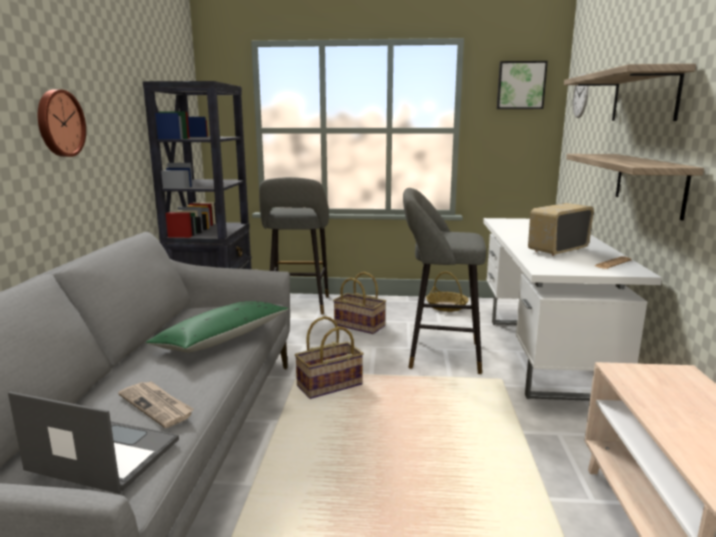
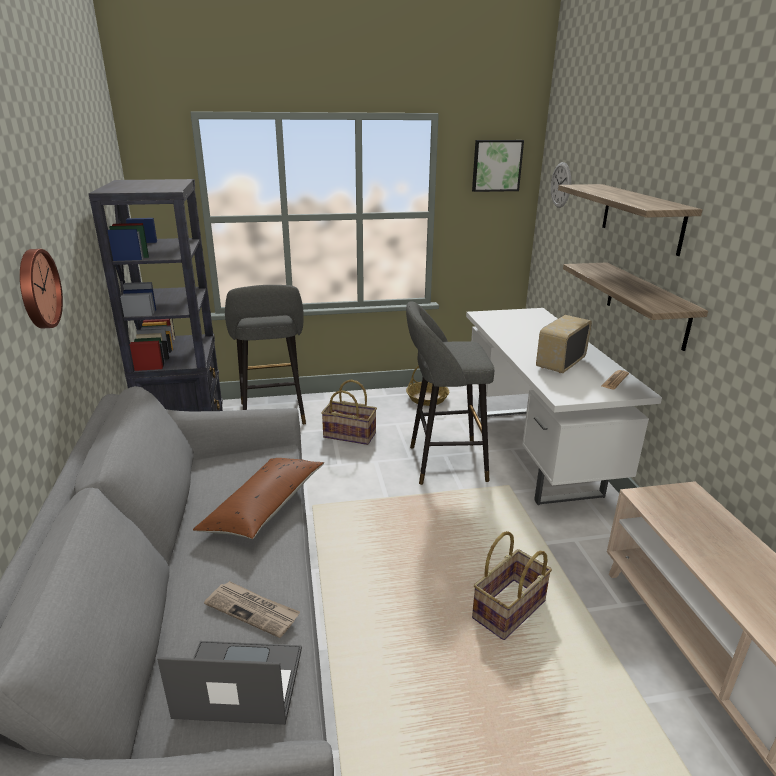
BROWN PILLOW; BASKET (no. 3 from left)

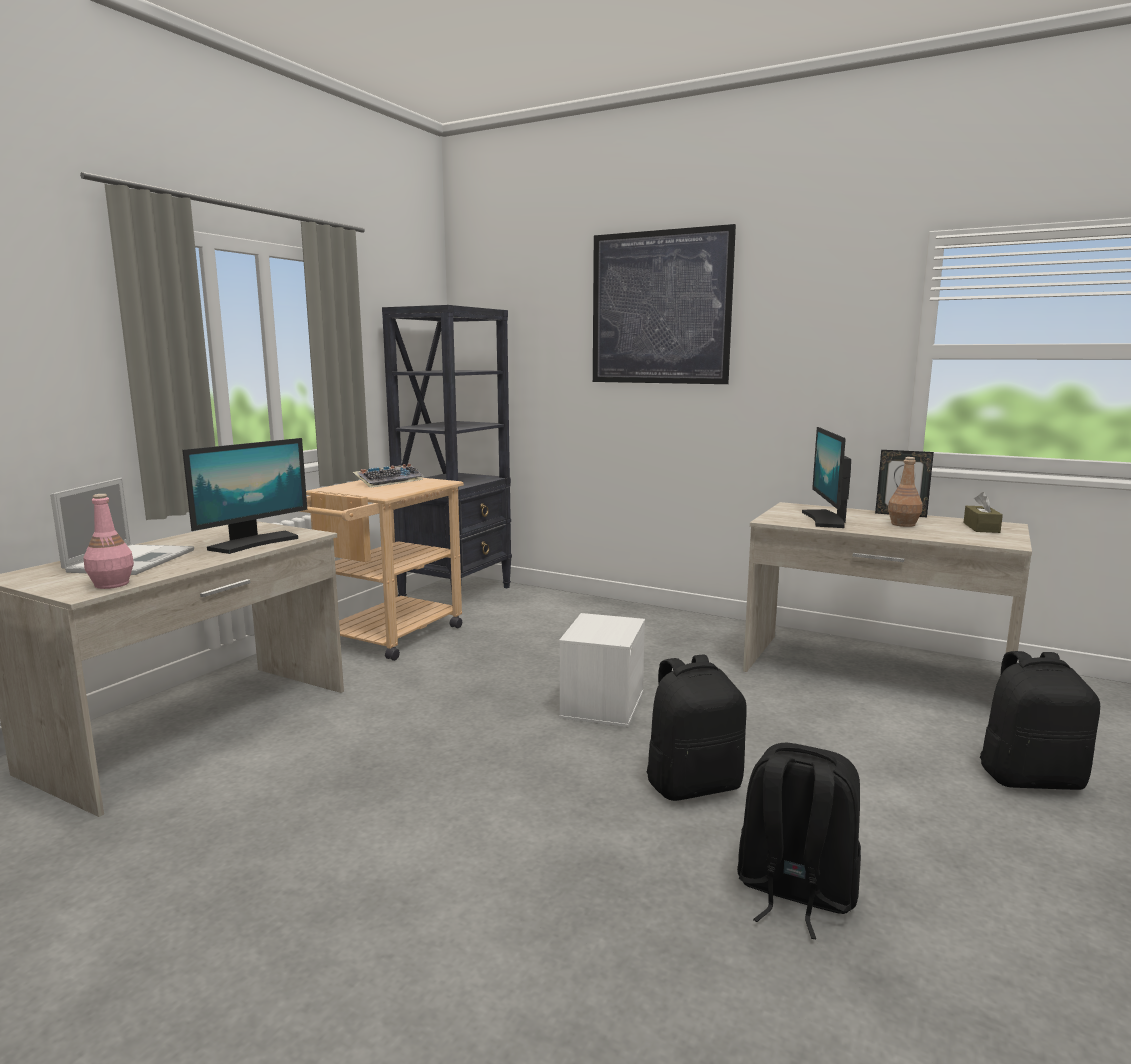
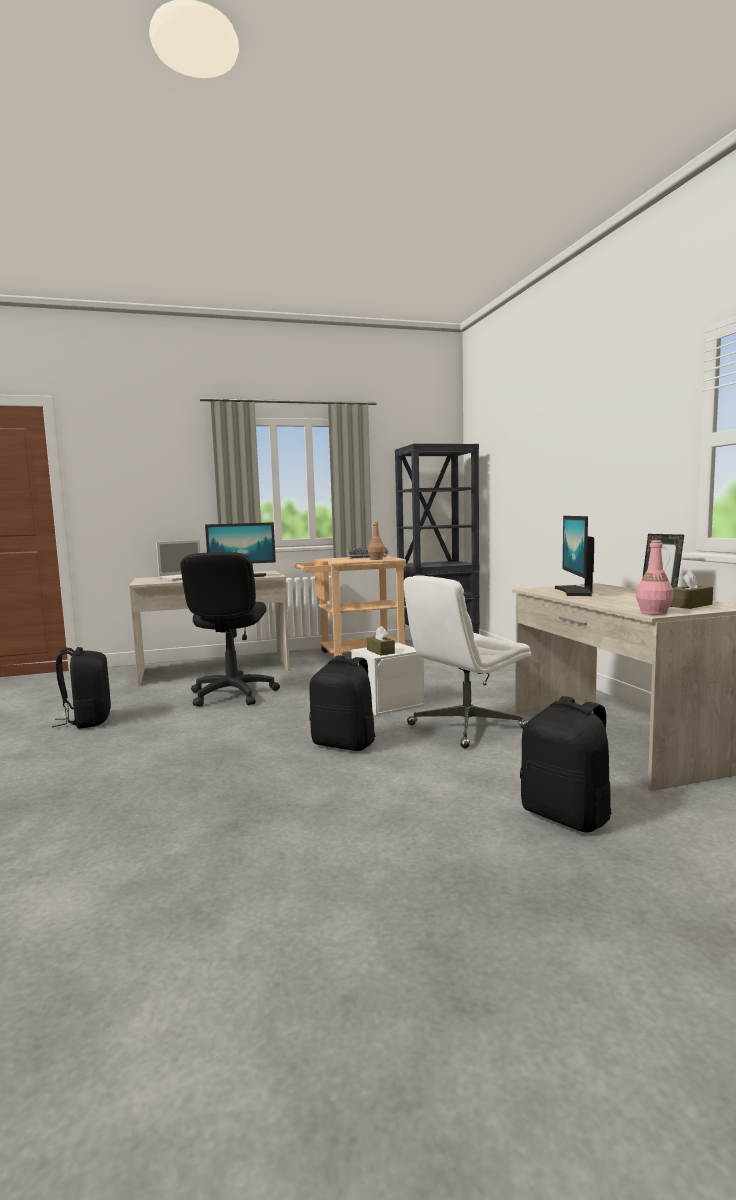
PINK BOTTLE; PICTURE; BLACK BACKPACK (no. 1 from left); MONITOR (no. 2 from left); BROWN BOTTLE; BLACK OFFICE CHAIR; BROWN TISSUE BOX (no. 1 from left); WHITE OFFICE CHAIR

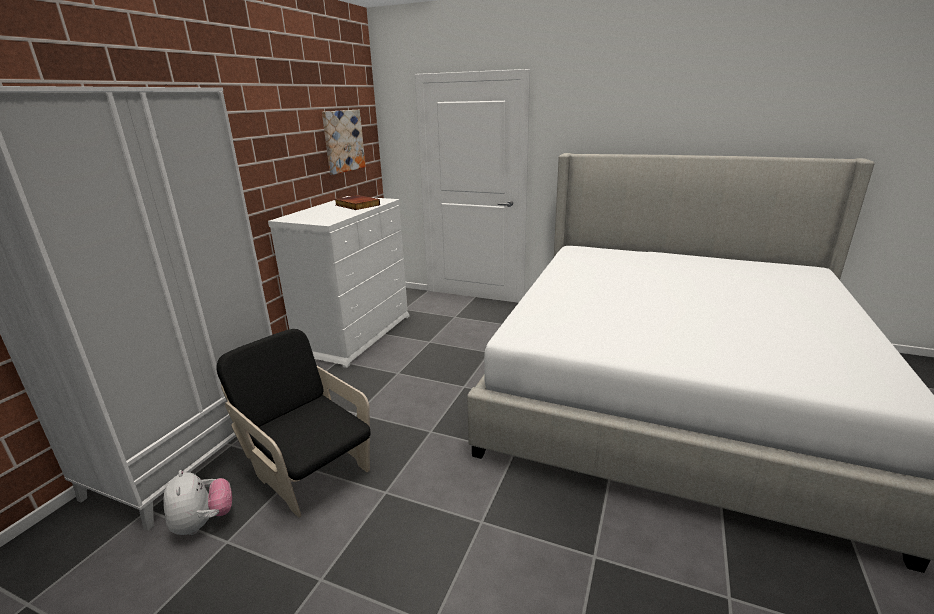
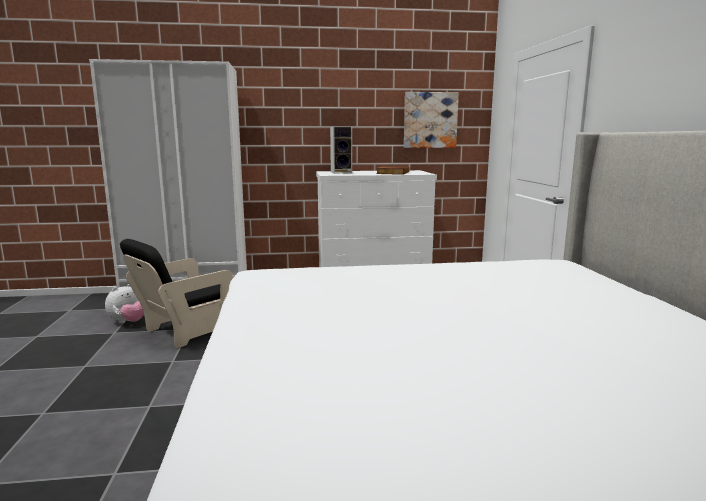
BLACK ARMCHAIR; SPEAKER

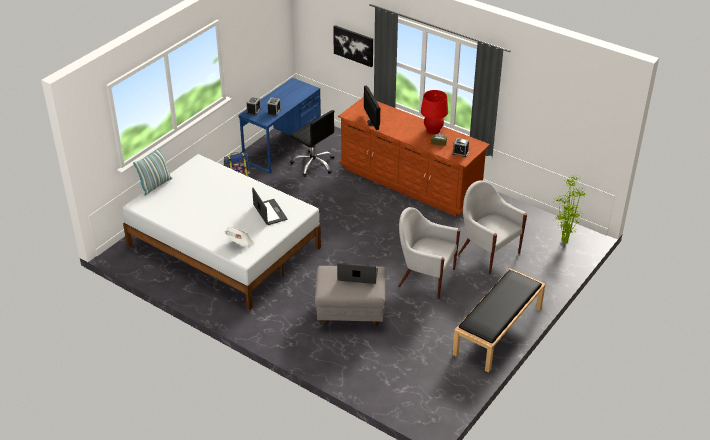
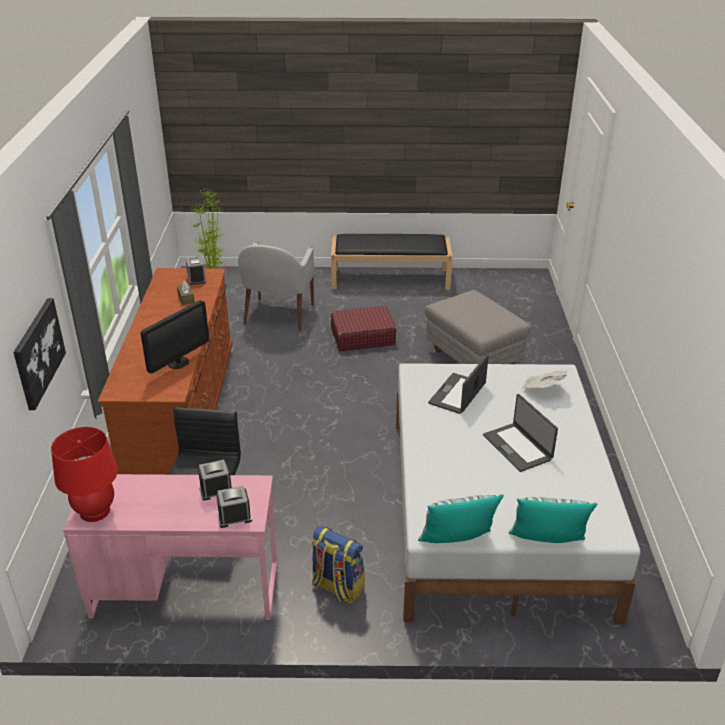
PINK DESK; LAPTOP (no. 2 from left); RED SUITCASE; RED TABLE LAMP; PILLOW (no. 1 from left)

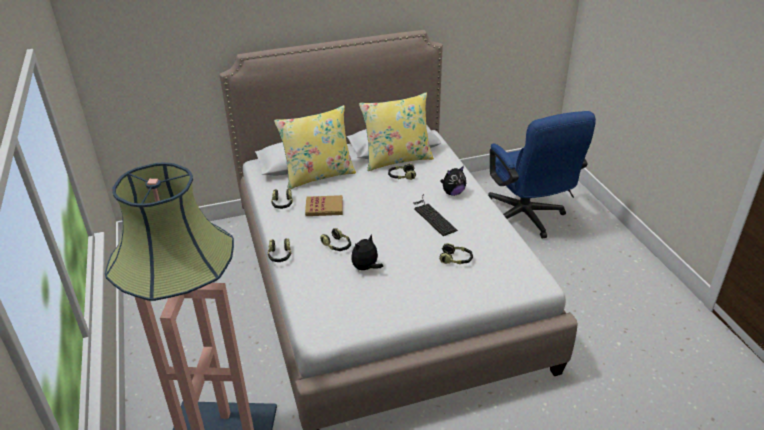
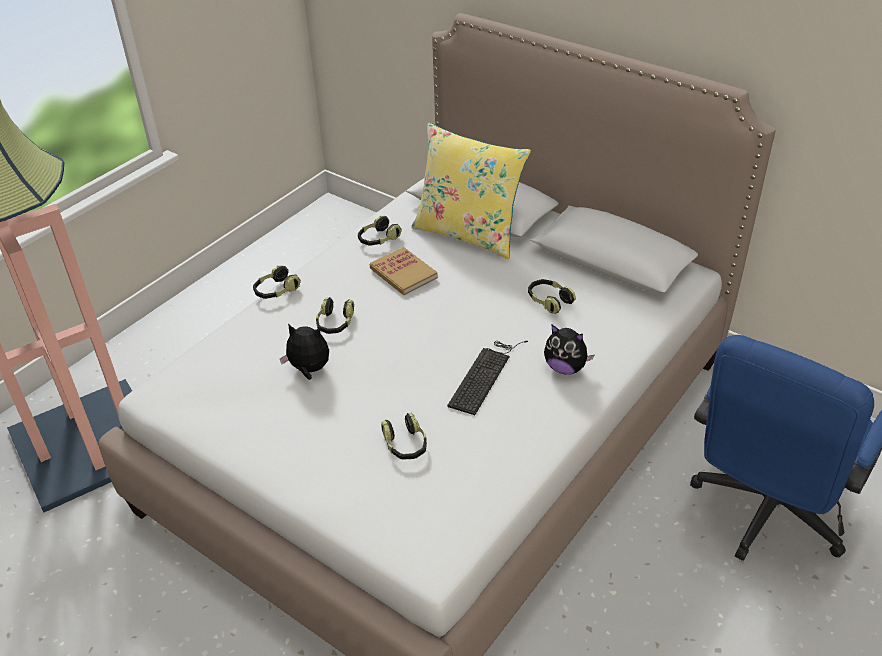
YELLOW PILLOW (no. 2 from left in the first image)

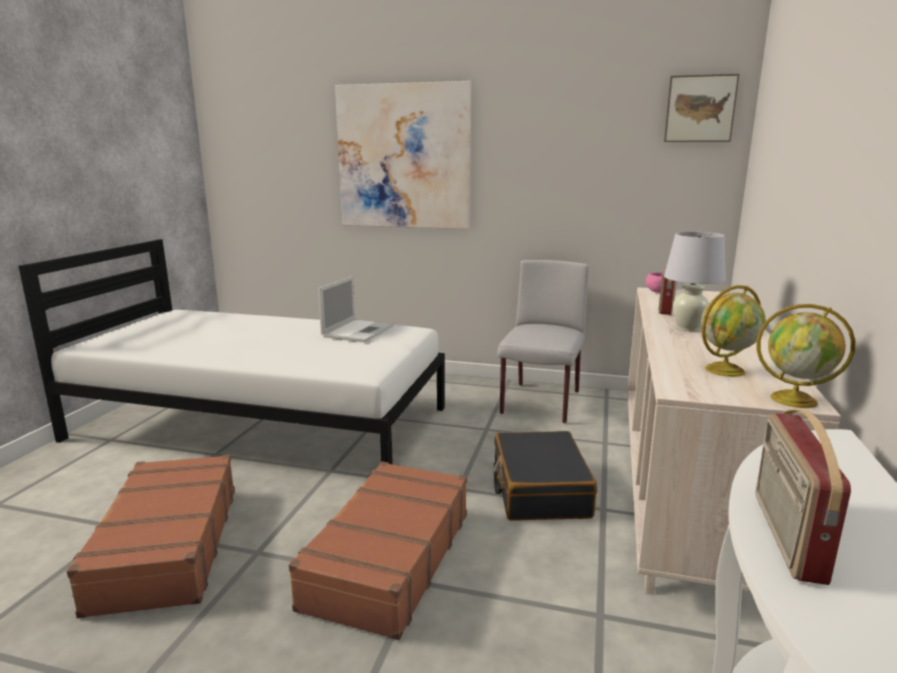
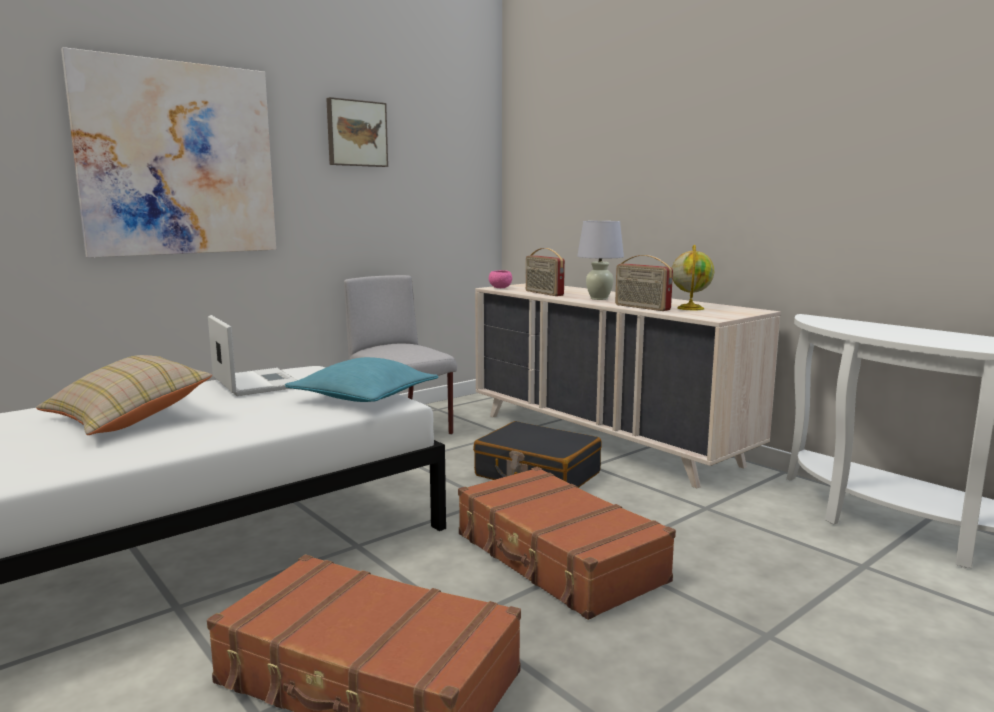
PICTURE (no. 2 from left); RADIO (no. 2 from left); GLOBE (no. 2 from left in the first image); BEIGE PILLOW; TURQUOISE PILLOW

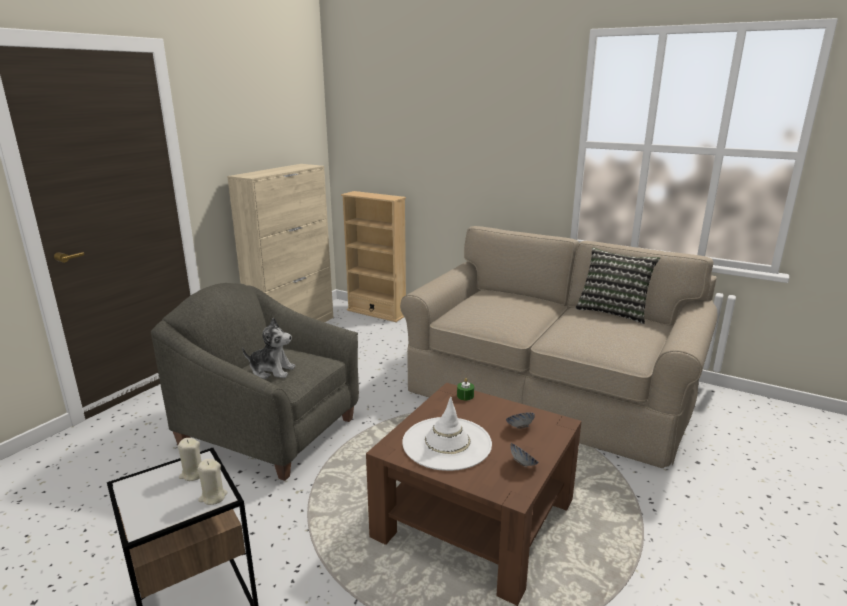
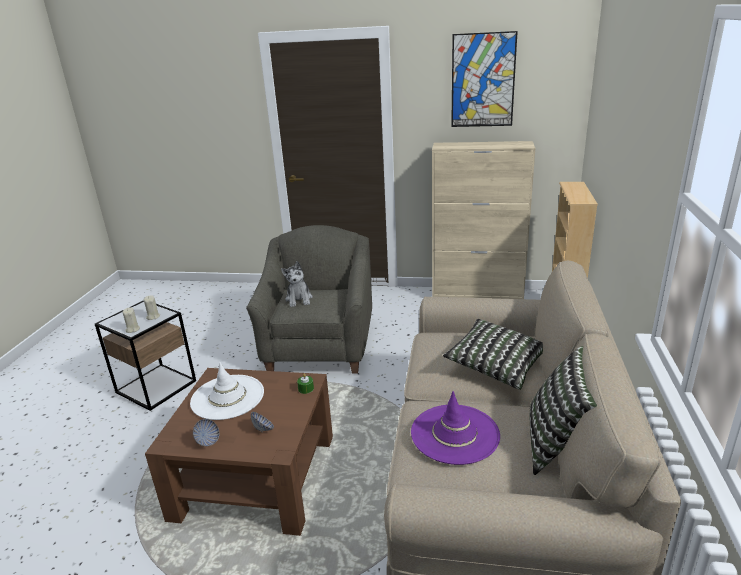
PURPLE HAT; PILLOW (no. 1 from left); PICTURE

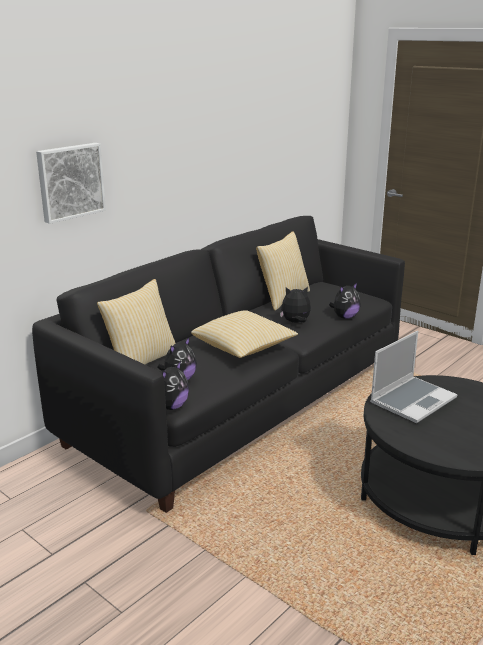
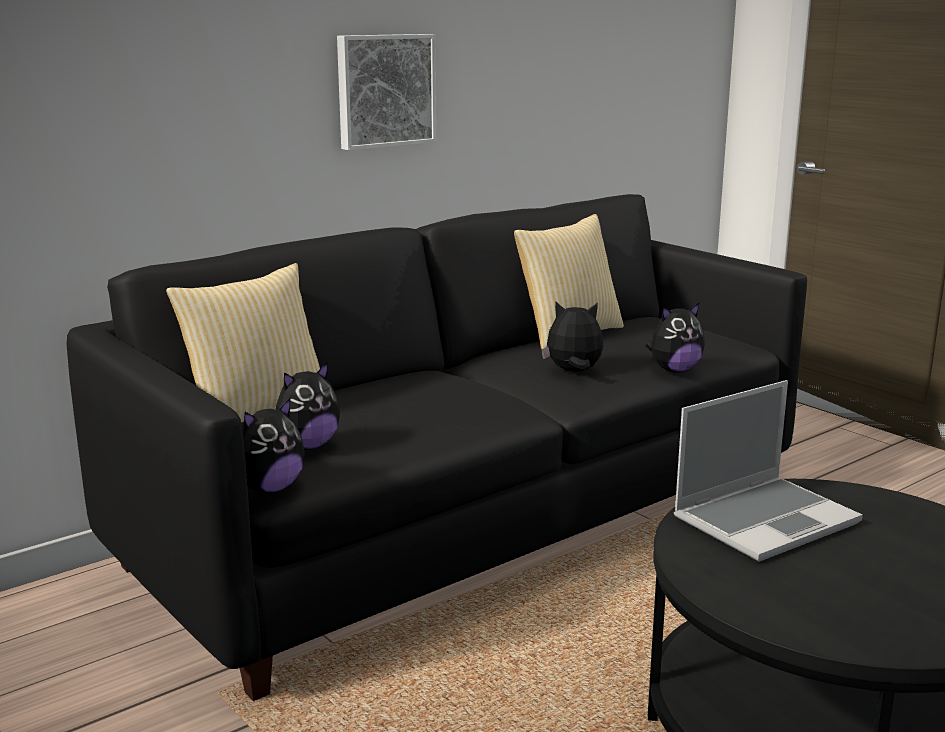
PICTURE; PILLOW (no. 2 from left in the first image)

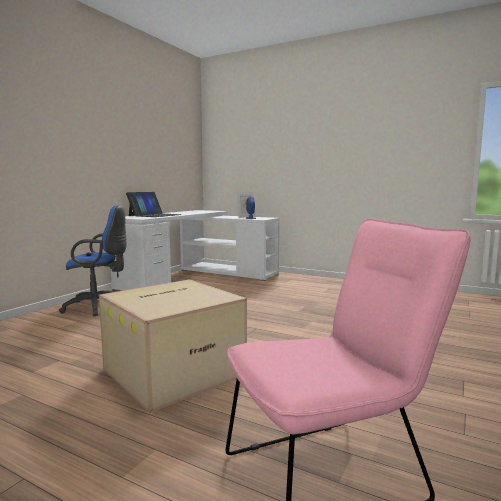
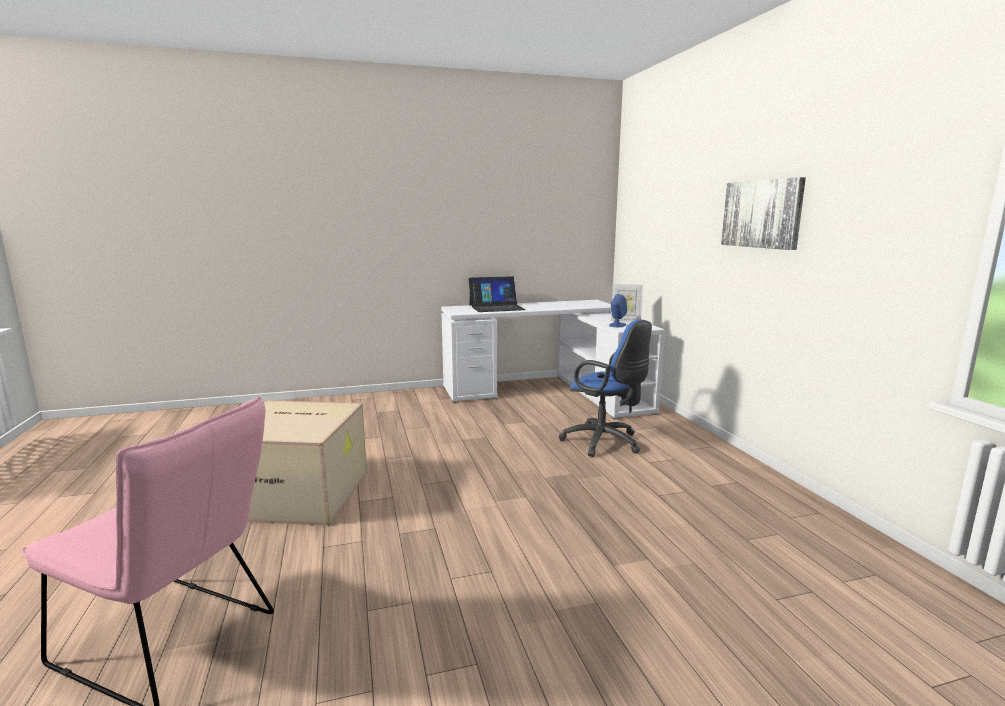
BLUE OFFICE CHAIR; PICTURE

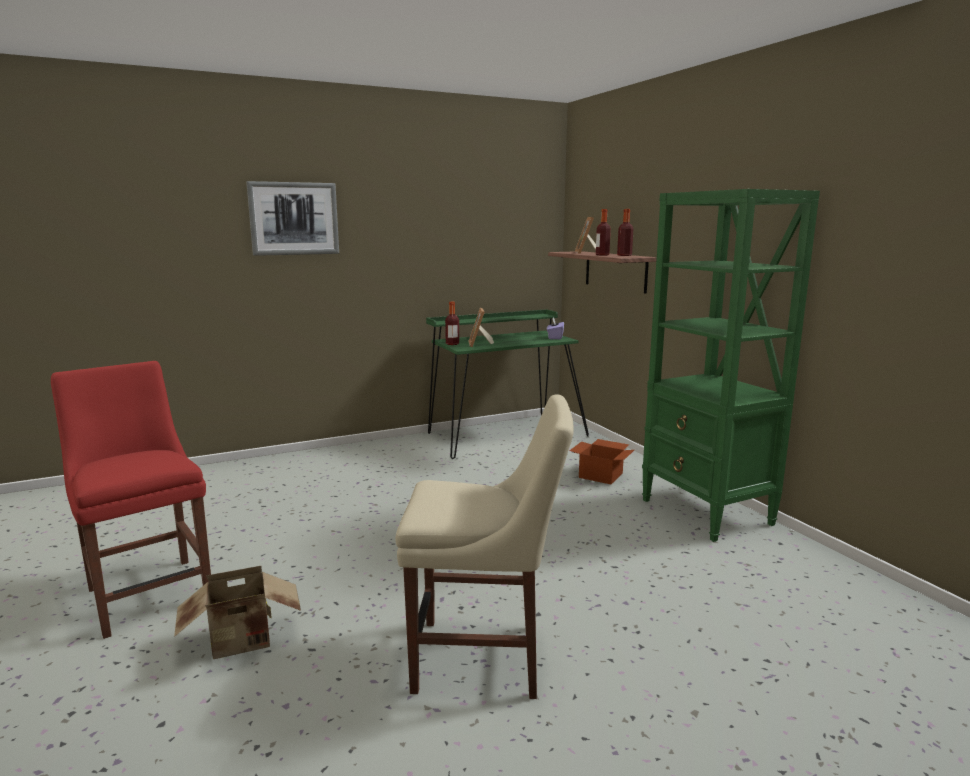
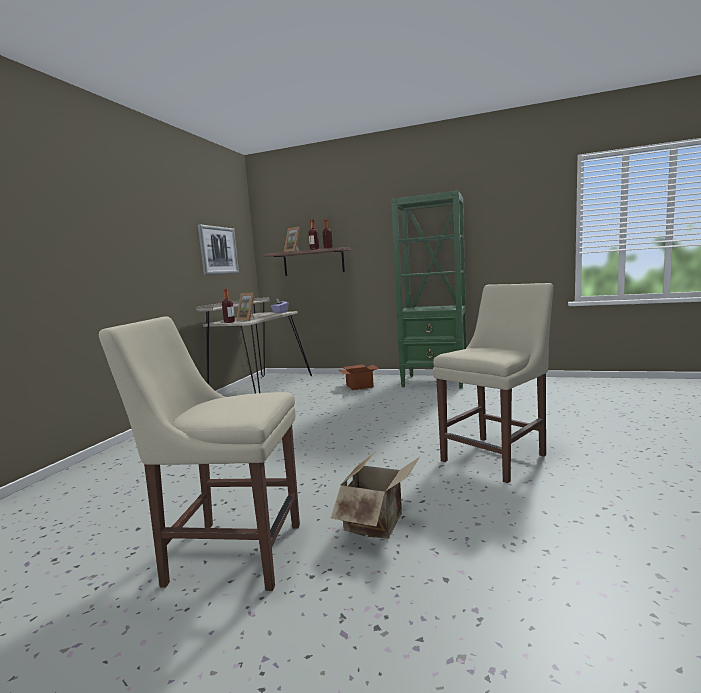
BEIGE CHAIR (no. 1 from left); PICTURE; BEIGE DESK

